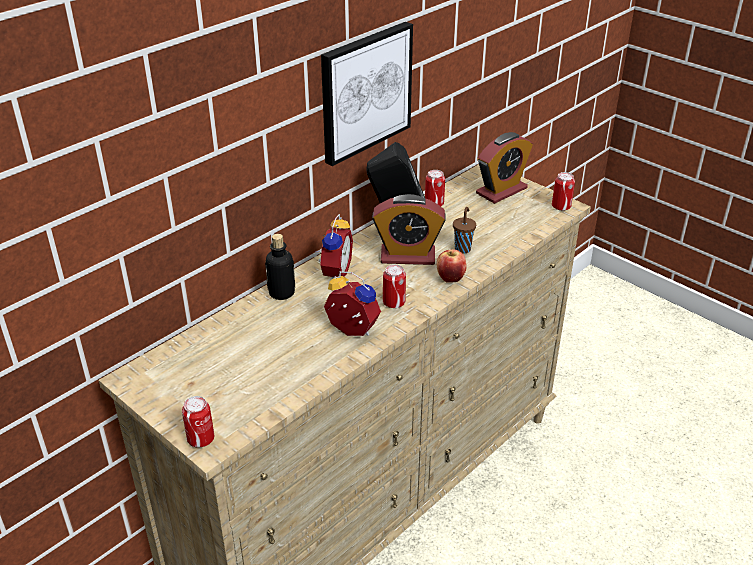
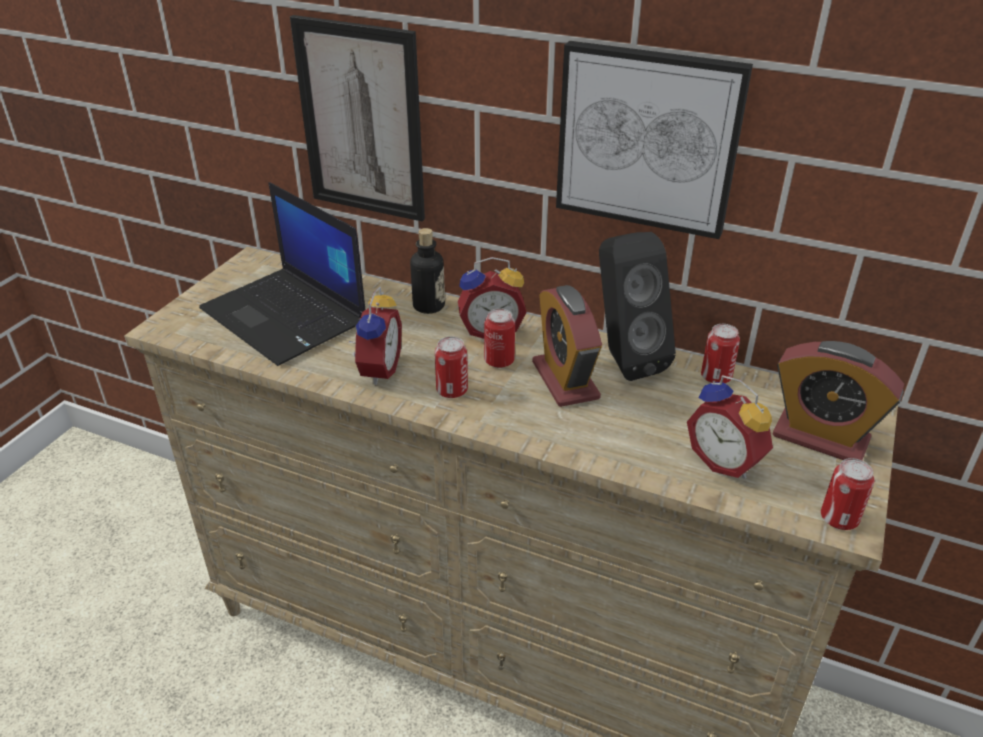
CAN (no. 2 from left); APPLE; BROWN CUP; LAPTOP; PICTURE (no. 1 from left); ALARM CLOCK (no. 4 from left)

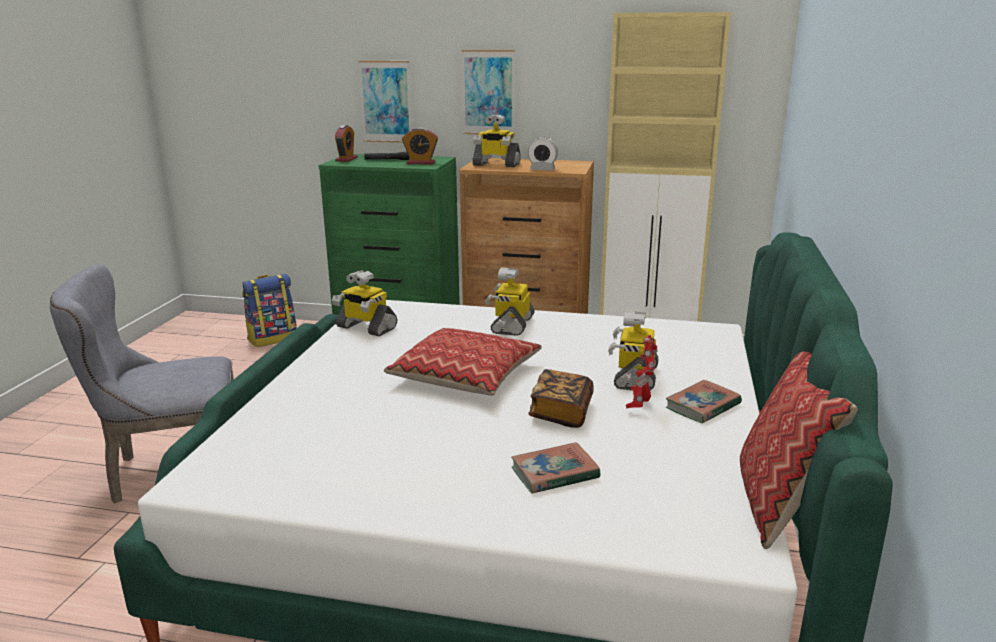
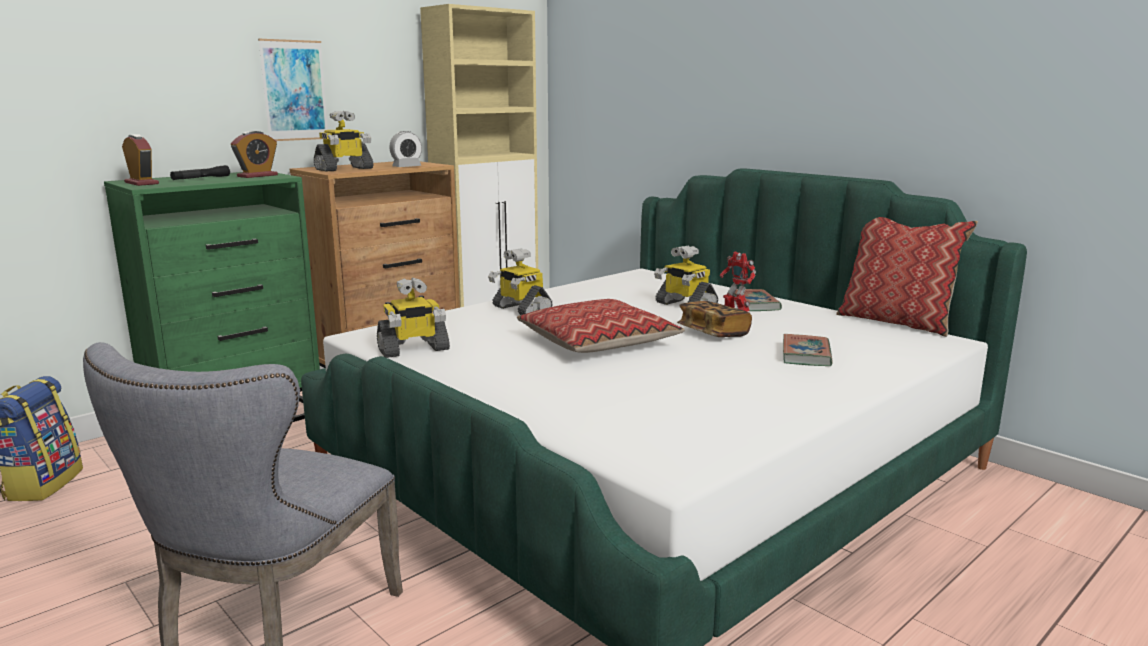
PICTURE (no. 1 from left in the first image)

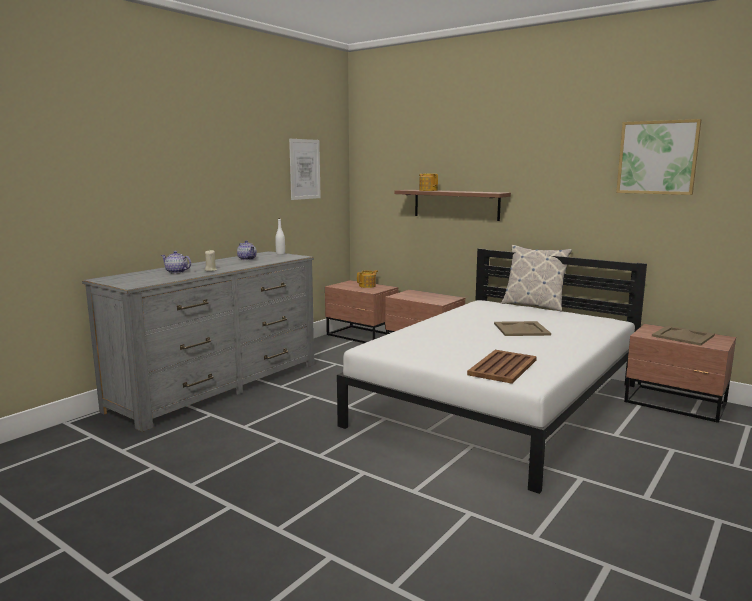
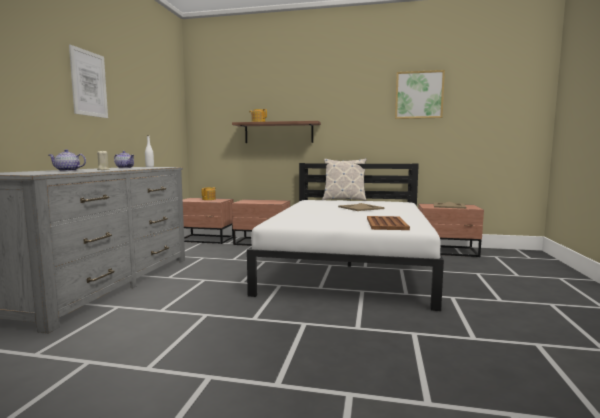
PICTURE (no. 1 from left)

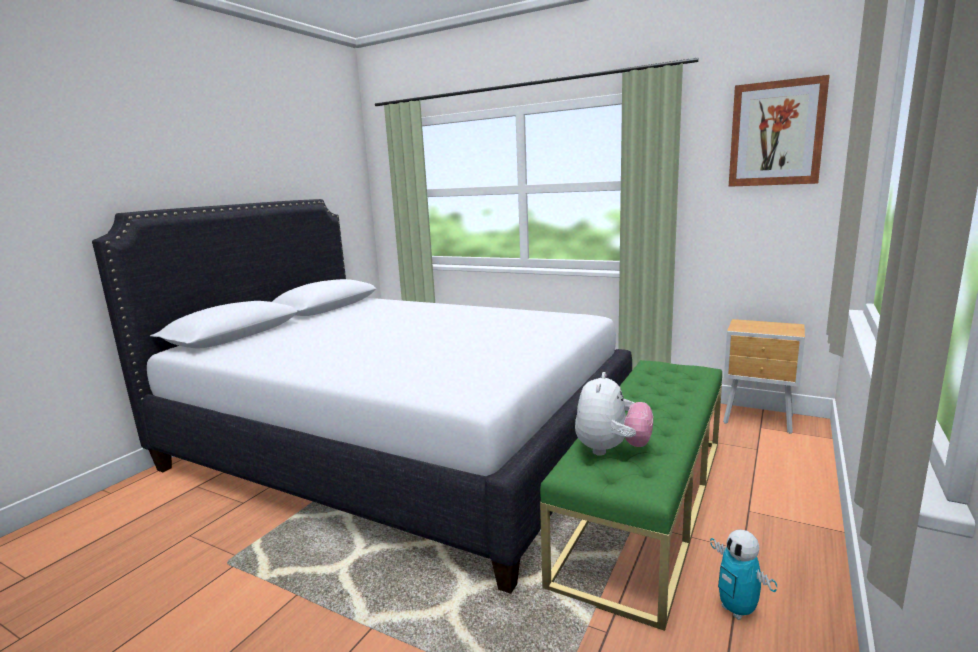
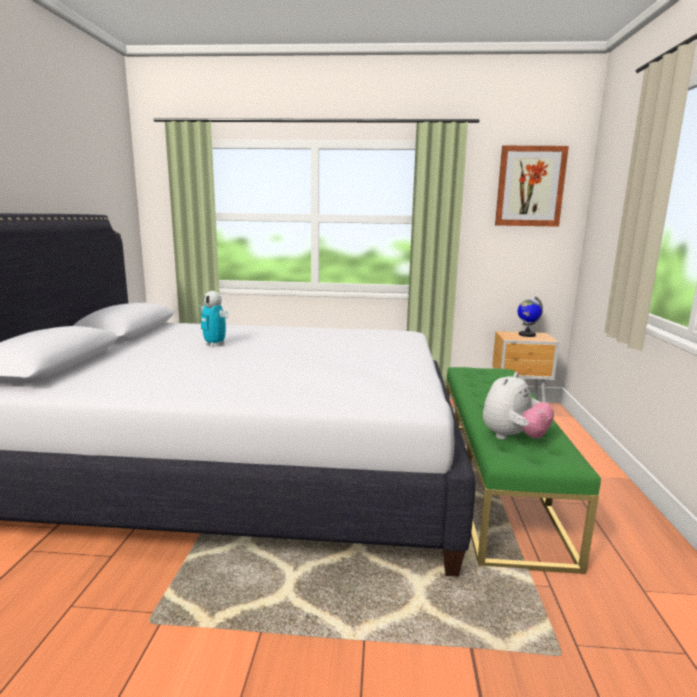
PLUSH TOY; TOY ROBOT; GLOBE

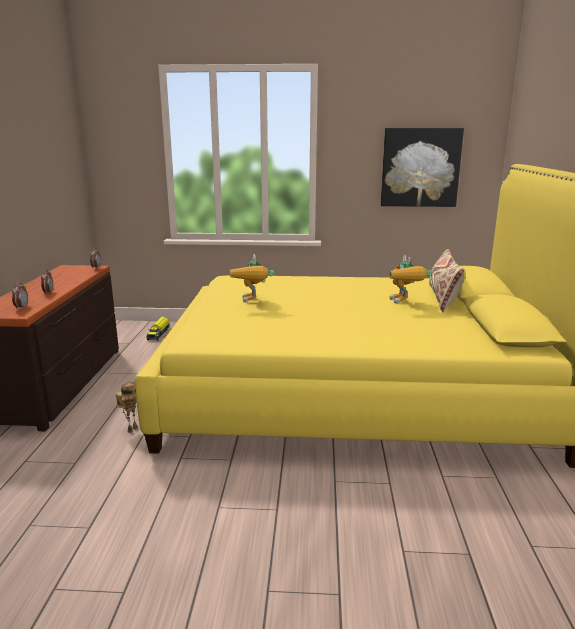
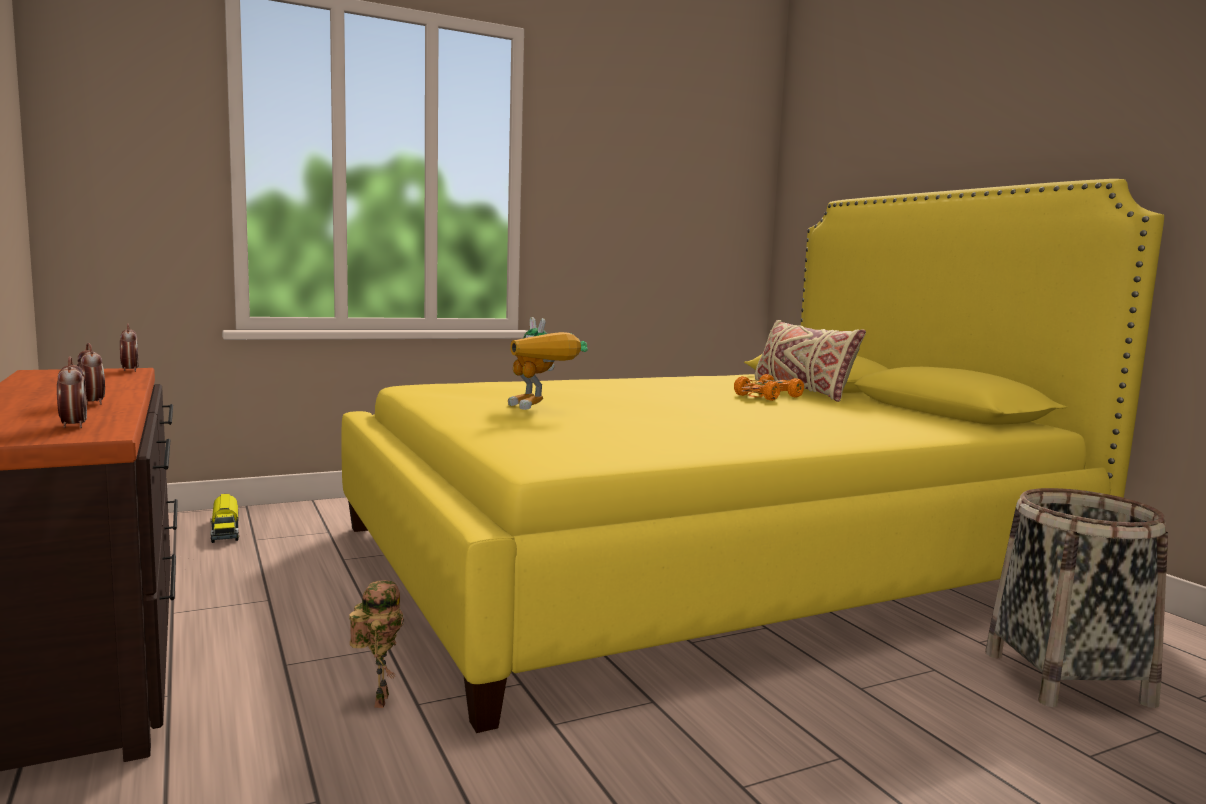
PICTURE; ORANGE TOY CAR; BASKET

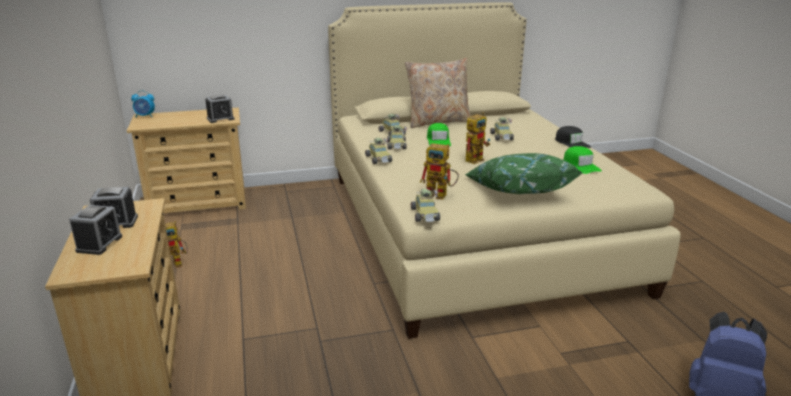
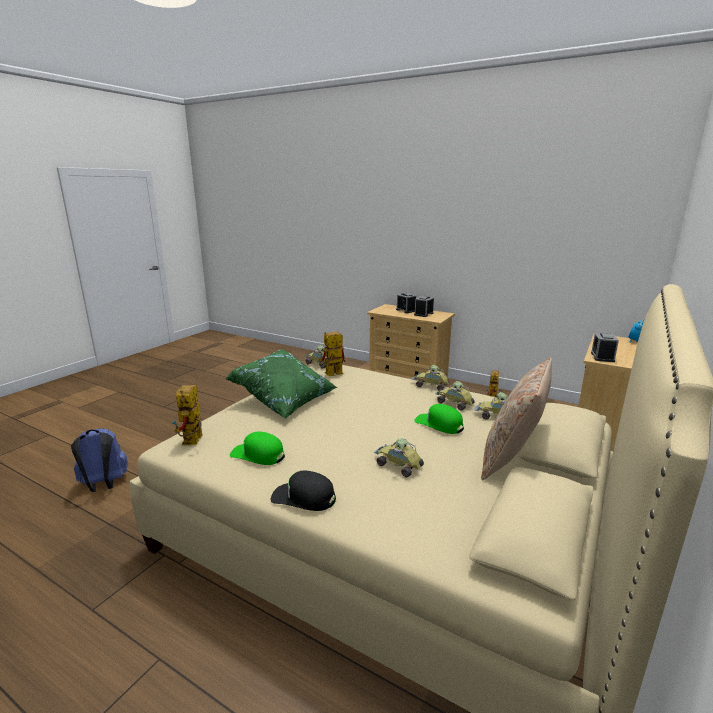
TOY ROBOT (no. 1 from left)

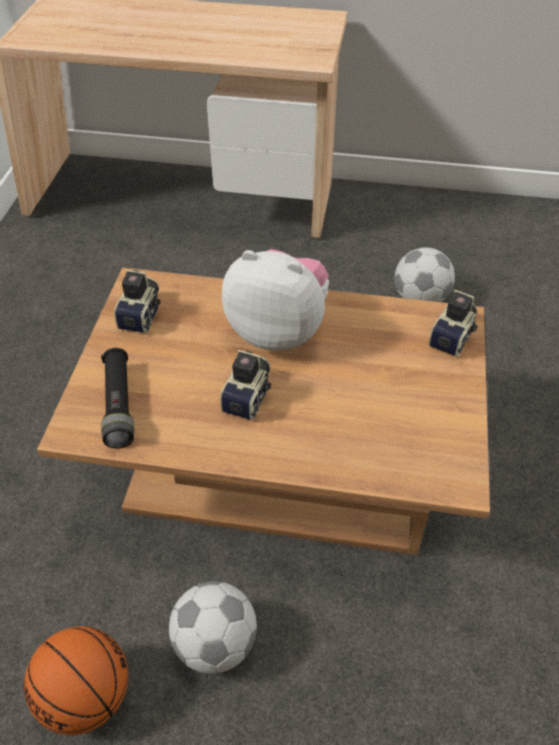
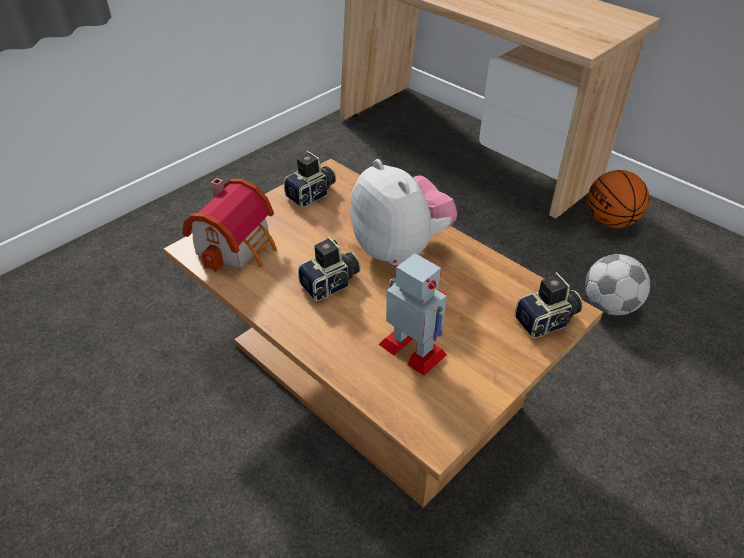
BASKETBALL; TOY HOUSE; FOOTBALL (no. 1 from left in the first image); TOY ROBOT

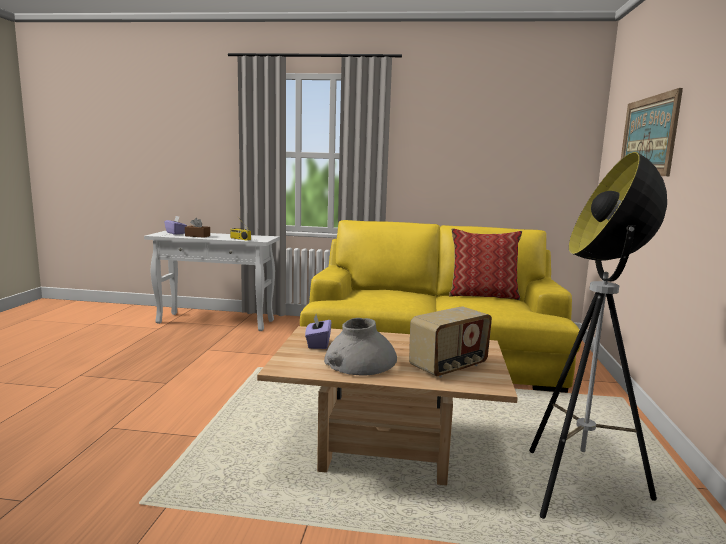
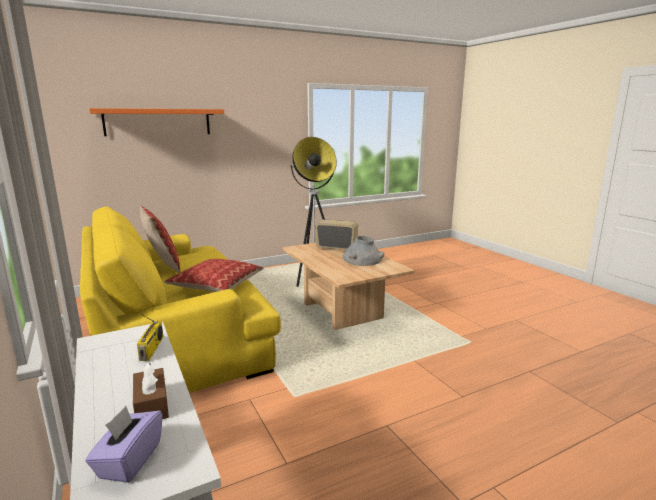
PURPLE TISSUE BOX (no. 2 from left in the first image); ORANGE SHELF; PILLOW (no. 2 from left)

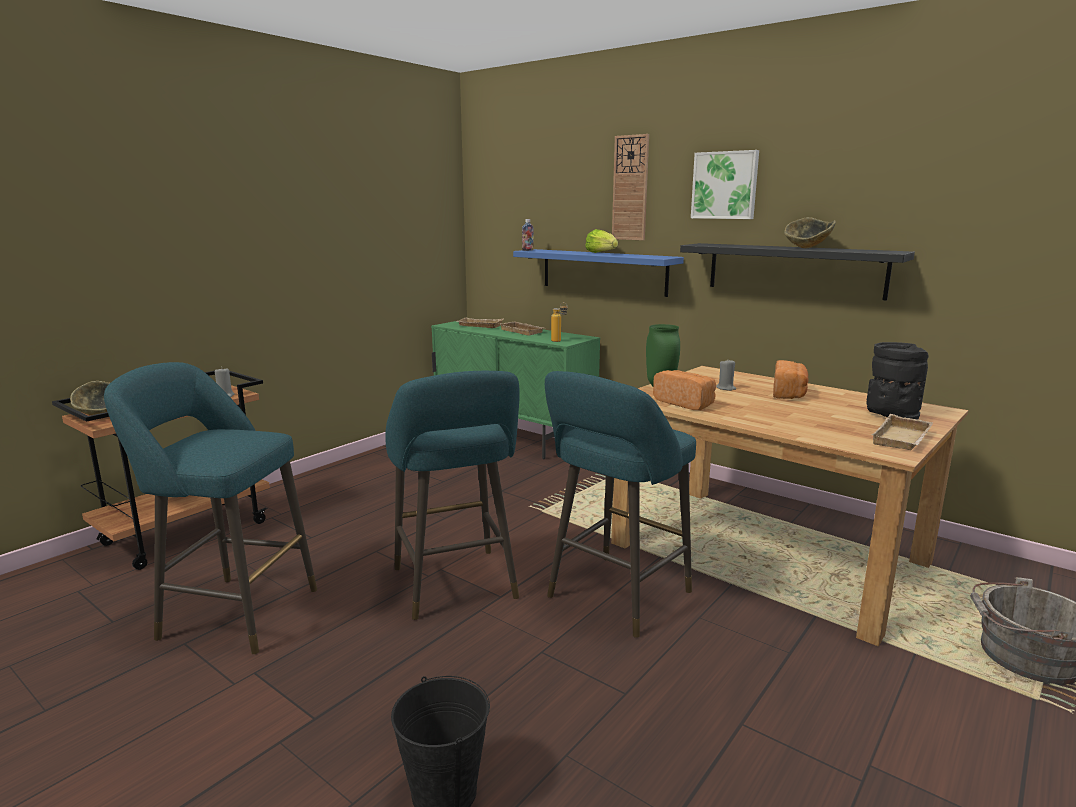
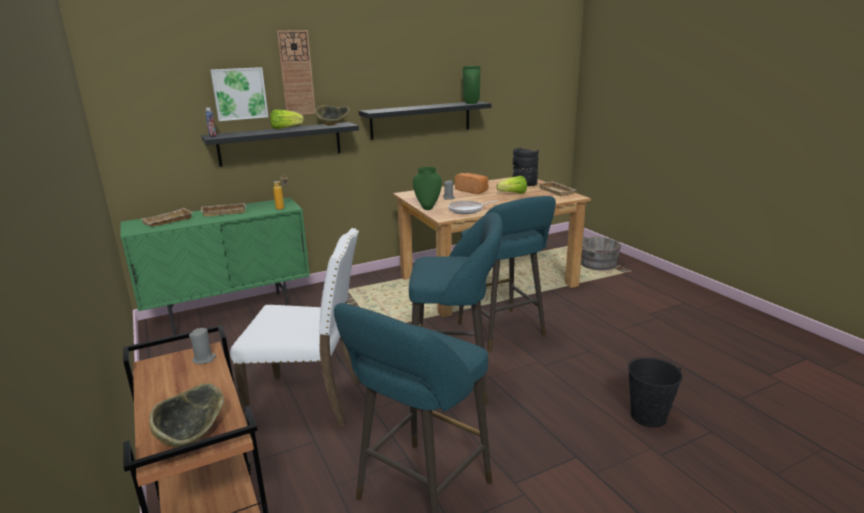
BLACK SHELF (no. 1 from left); FRYING PAN; PICTURE; BOWL (no. 2 from left); WHITE CHAIR; GREEN VASE (no. 2 from left); LETTUCE (no. 2 from left)

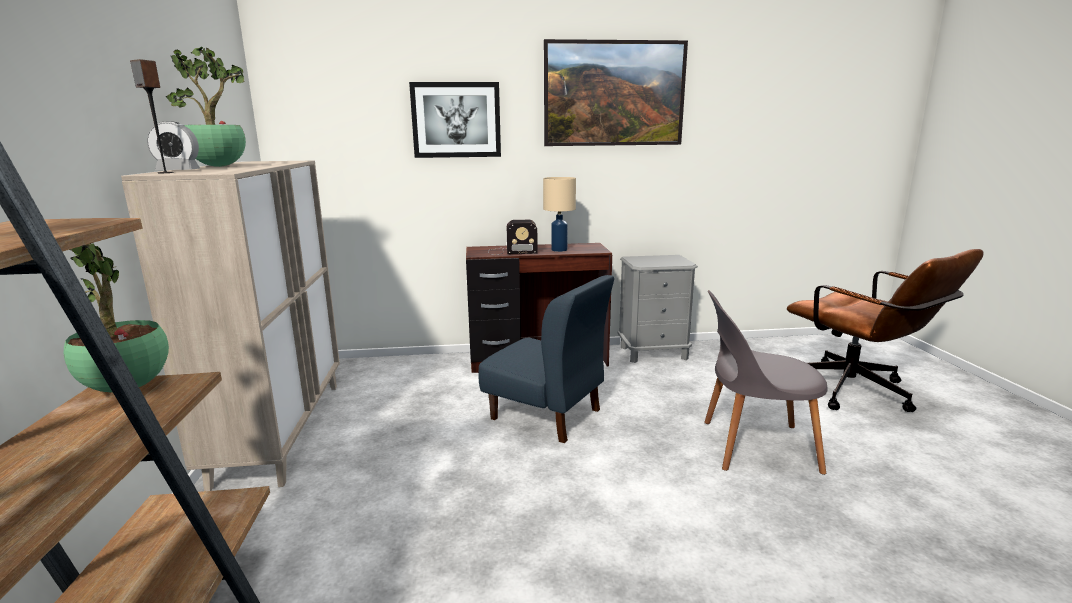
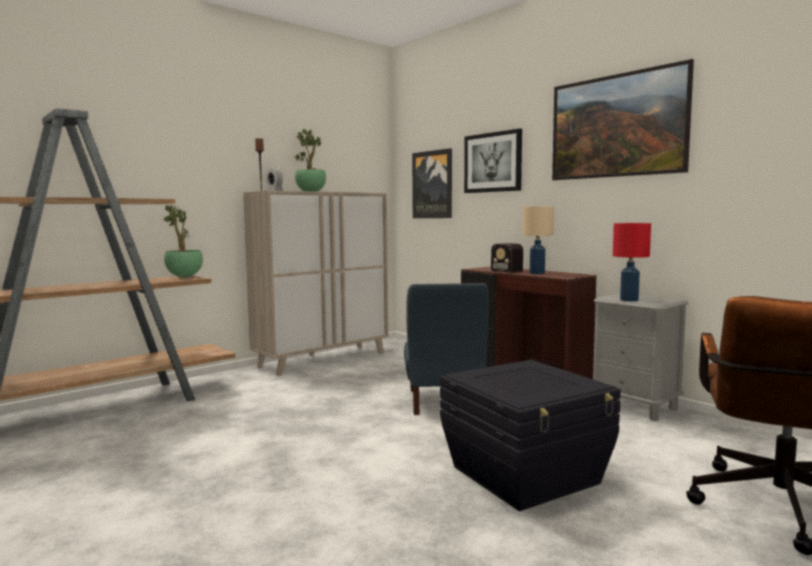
BLACK STORAGE BOX; PICTURE (no. 1 from left); RED TABLE LAMP

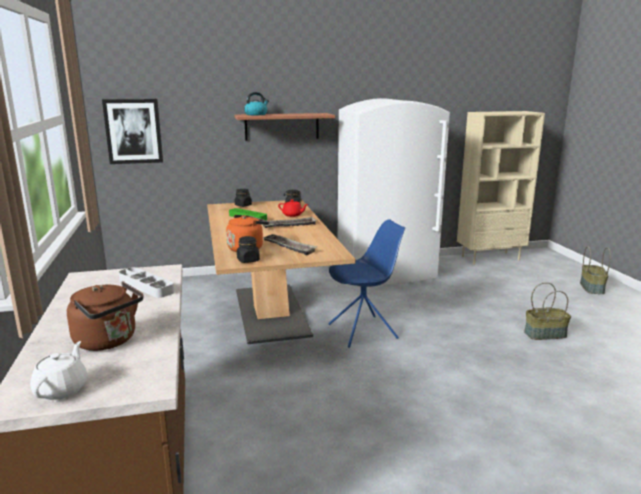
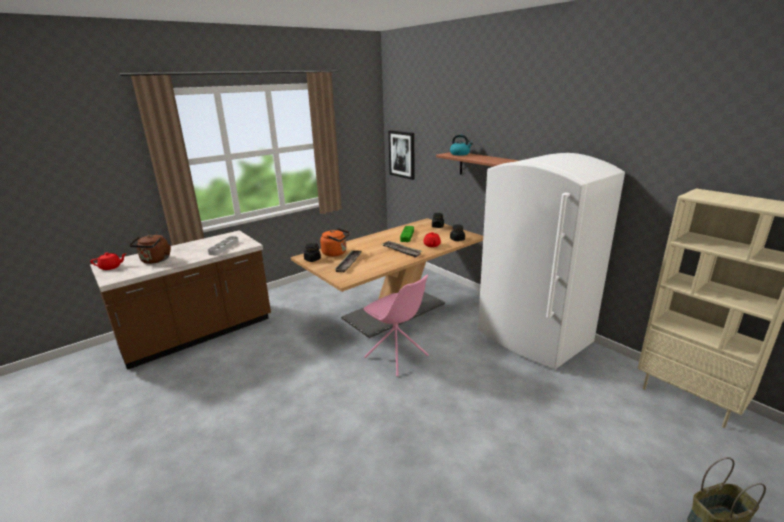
RED TEAPOT (no. 1 from left); PINK CHAIR; BASKET (no. 1 from left in the first image)

